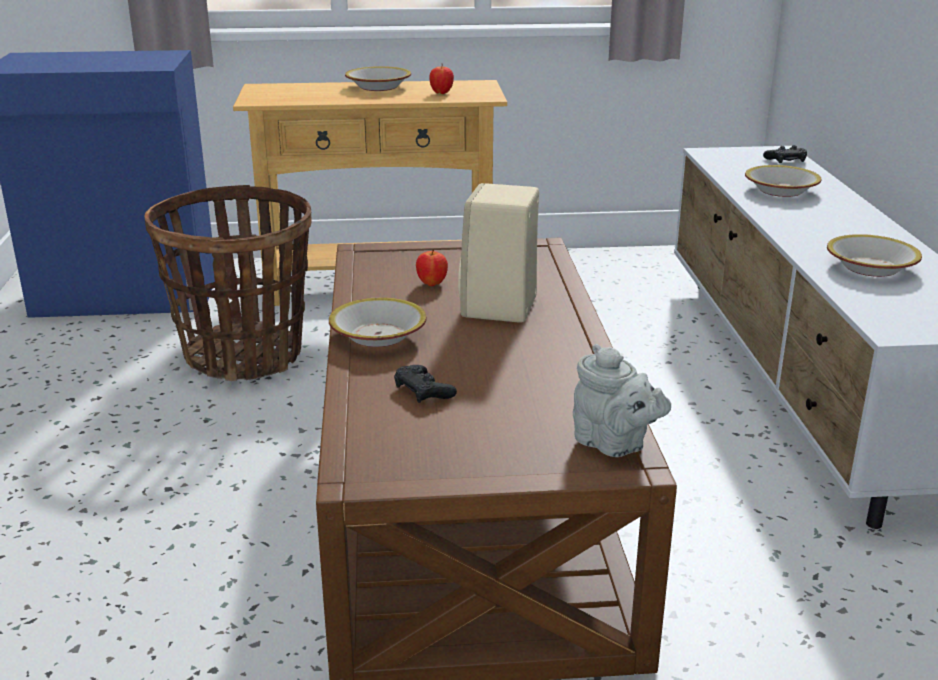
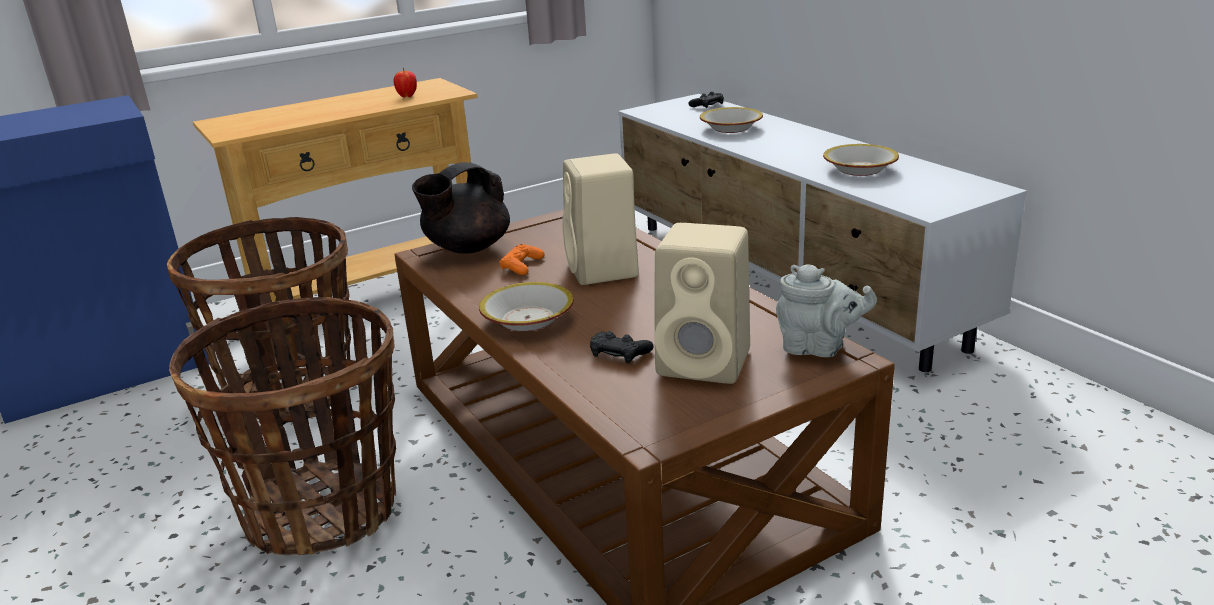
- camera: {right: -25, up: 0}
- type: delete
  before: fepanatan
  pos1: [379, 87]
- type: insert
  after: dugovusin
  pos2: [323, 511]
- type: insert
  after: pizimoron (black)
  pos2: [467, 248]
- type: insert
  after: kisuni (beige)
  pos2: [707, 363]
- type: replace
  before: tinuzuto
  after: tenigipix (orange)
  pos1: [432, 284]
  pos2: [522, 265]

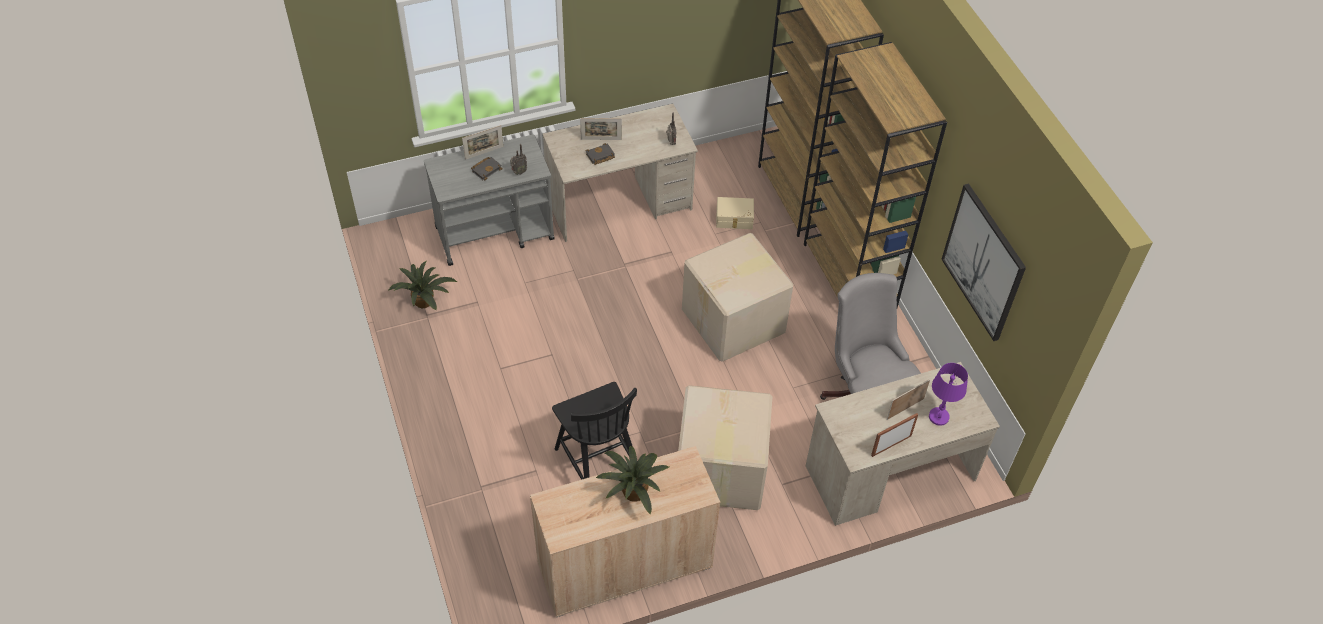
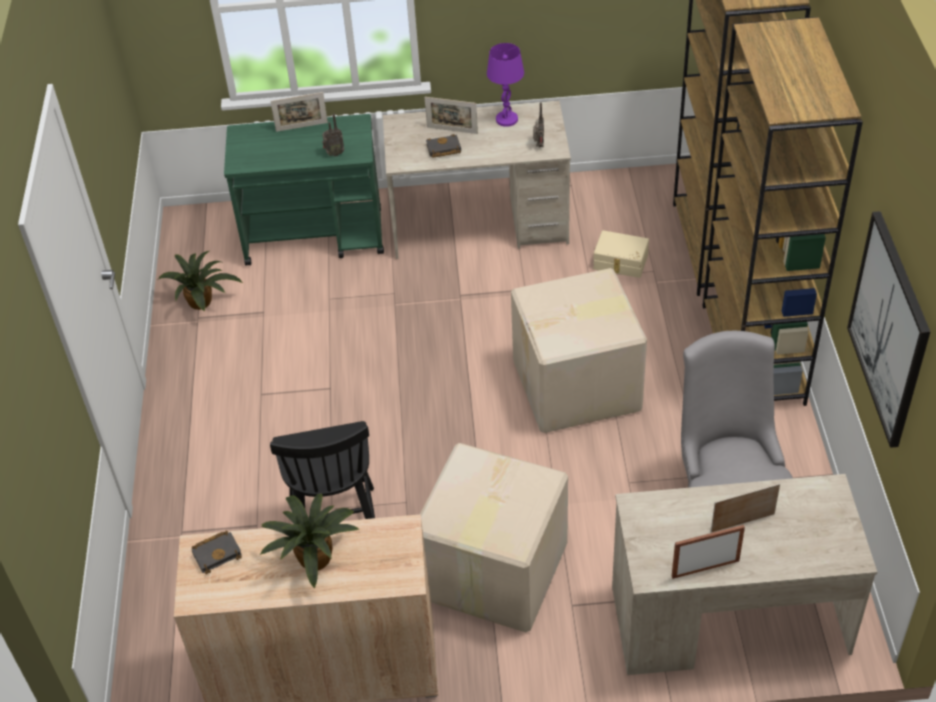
- camera: {right: 20, up: -5}
- type: move
  before: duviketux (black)
  pos1: [486, 169]
  pos2: [217, 553]
- type: move
  before: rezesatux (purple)
  pos1: [938, 416]
  pos2: [506, 119]
- type: recolor
  before: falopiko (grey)
  after: falopiko (green)
  pos1: [495, 233]
  pos2: [315, 237]

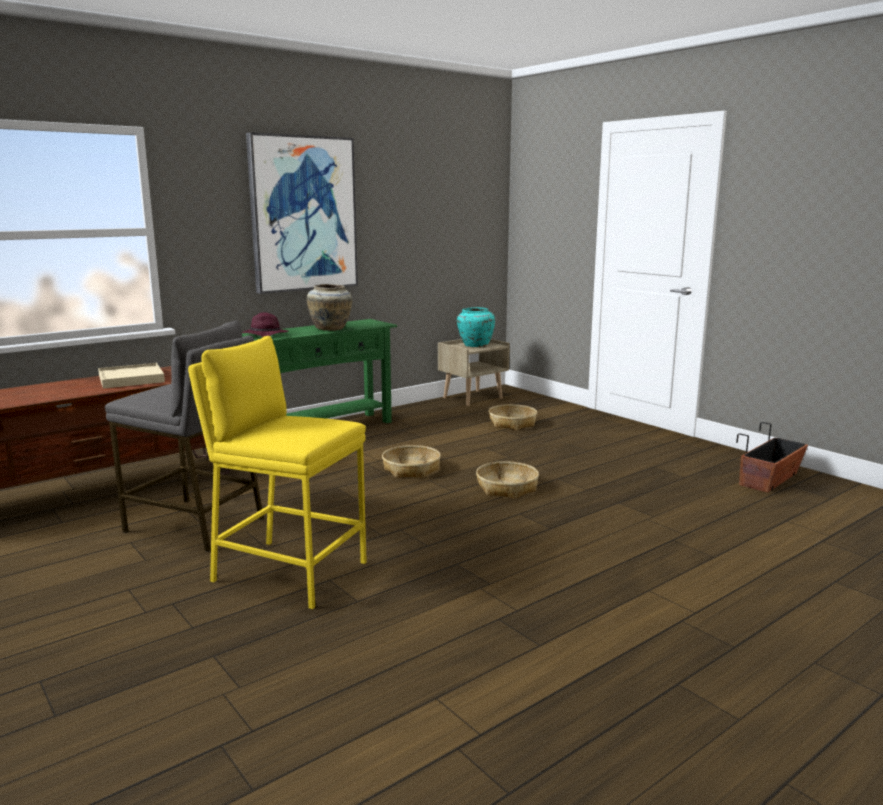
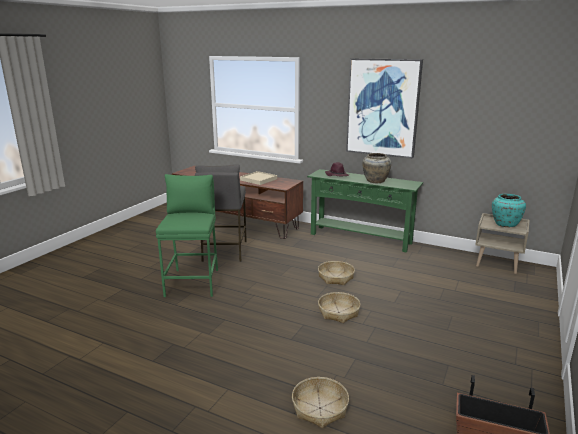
- camera: {right: 65, up: 5}
- type: move
  before: dugovusin
  pos1: [512, 423]
  pos2: [320, 408]
- type: recolor
  before: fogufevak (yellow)
  after: fogufevak (green)
  pos1: [289, 571]
  pos2: [193, 282]

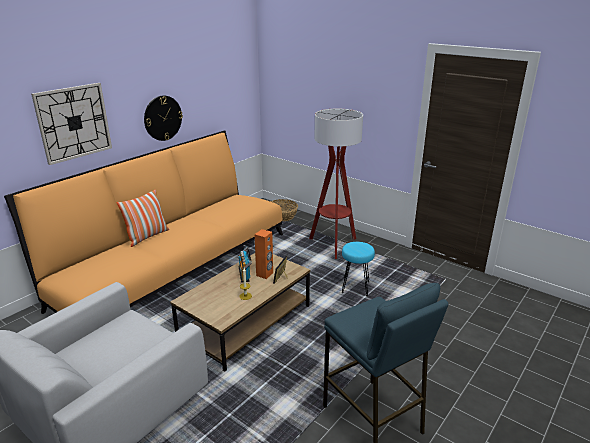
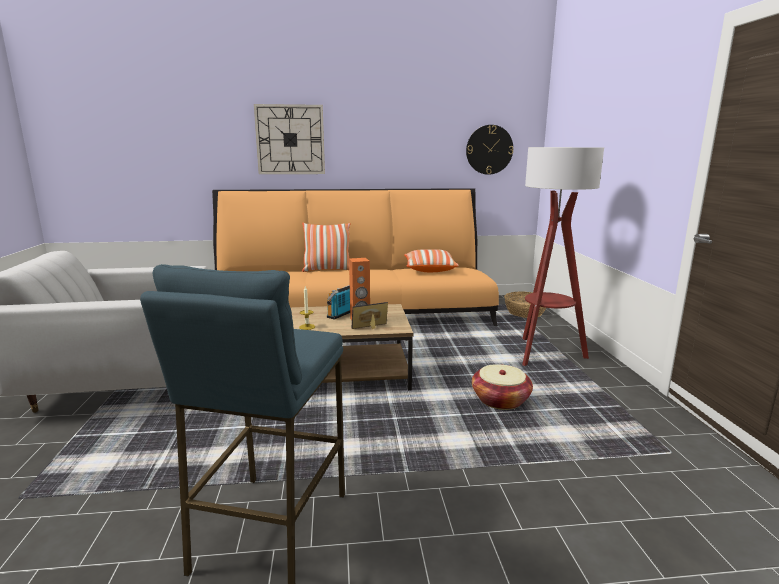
- camera: {right: 45, up: -10}
- type: insert
  after: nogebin
  pos2: [429, 269]
- type: move
  before: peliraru
  pos1: [163, 118]
  pos2: [489, 149]
- type: replace
  before: fogufevak (turquoise)
  after: dugovusin
  pos1: [356, 287]
  pos2: [500, 400]

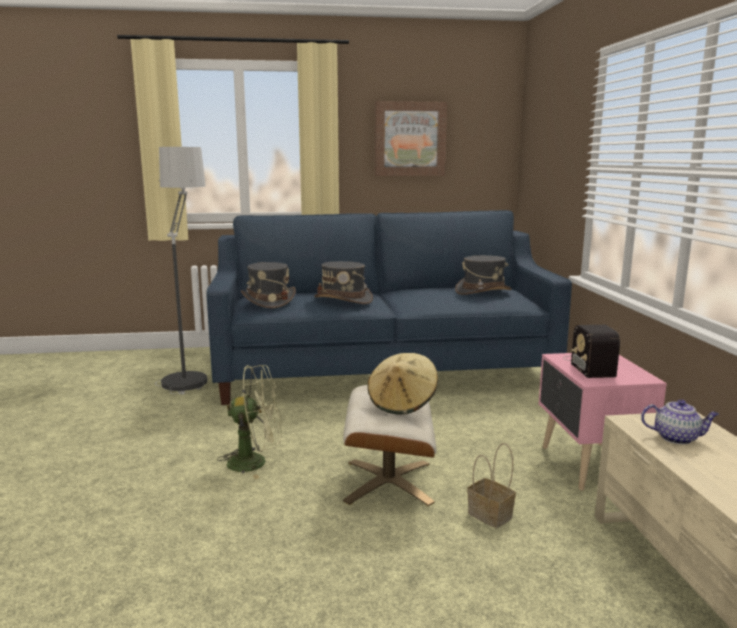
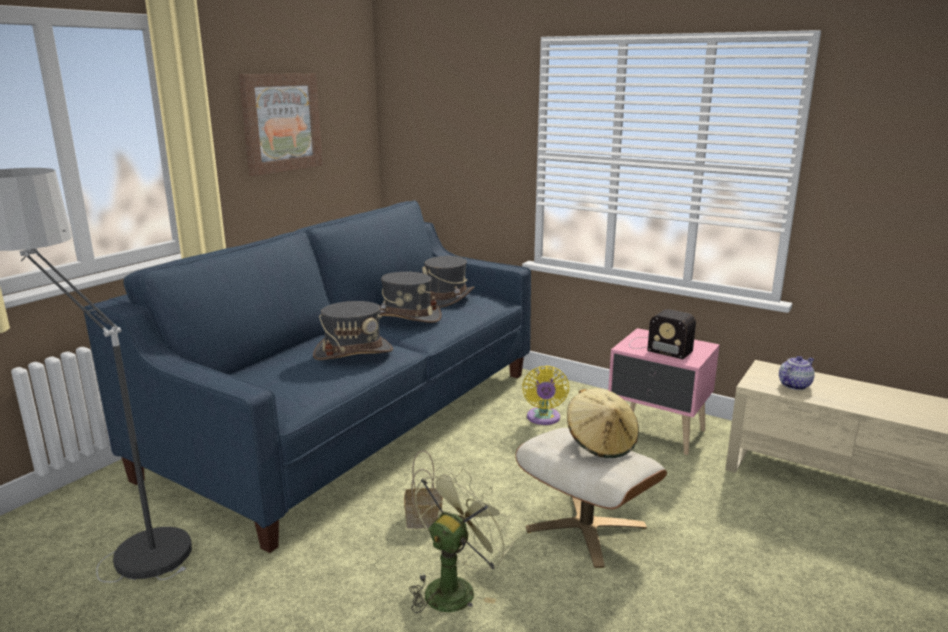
- camera: {right: -50, up: 5}
- type: insert
  after: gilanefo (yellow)
  pos2: [543, 419]
- type: move
  before: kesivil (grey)
  pos1: [268, 301]
  pos2: [407, 317]
- type: move
  before: dugovusin
  pos1: [491, 515]
  pos2: [425, 519]

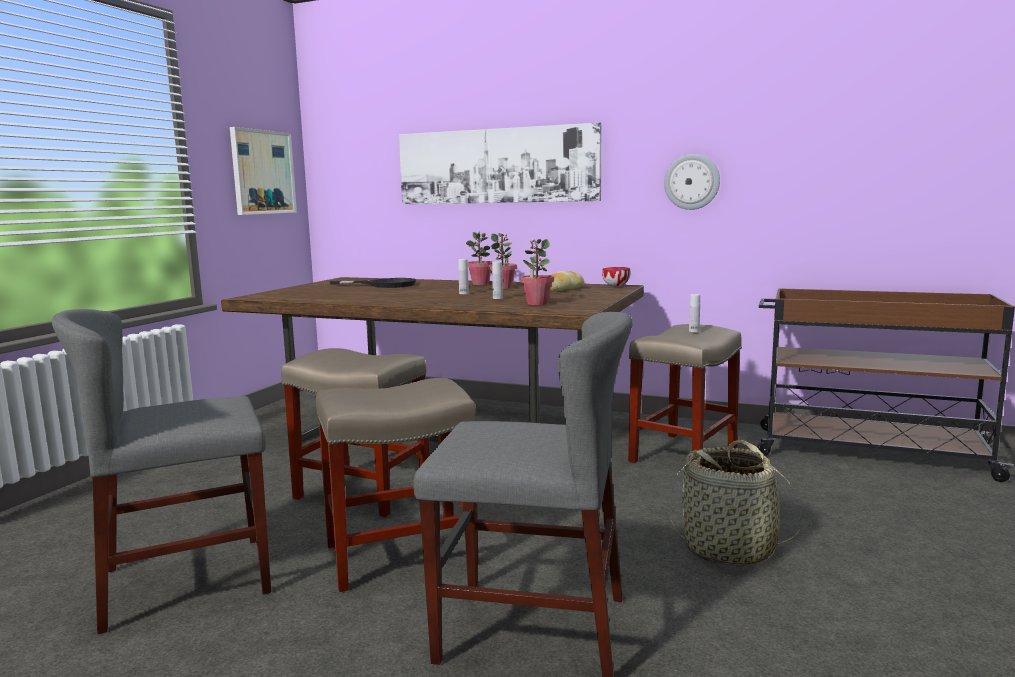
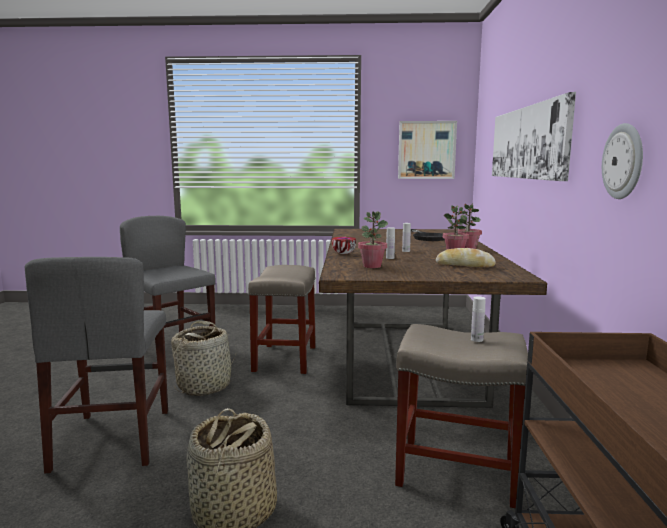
- camera: {right: 70, up: 0}
- type: move
  before: fepanatan
  pos1: [615, 286]
  pos2: [343, 253]
- type: replace
  before: fogufevak (beige)
  after: dugovusin
  pos1: [402, 553]
  pos2: [205, 386]

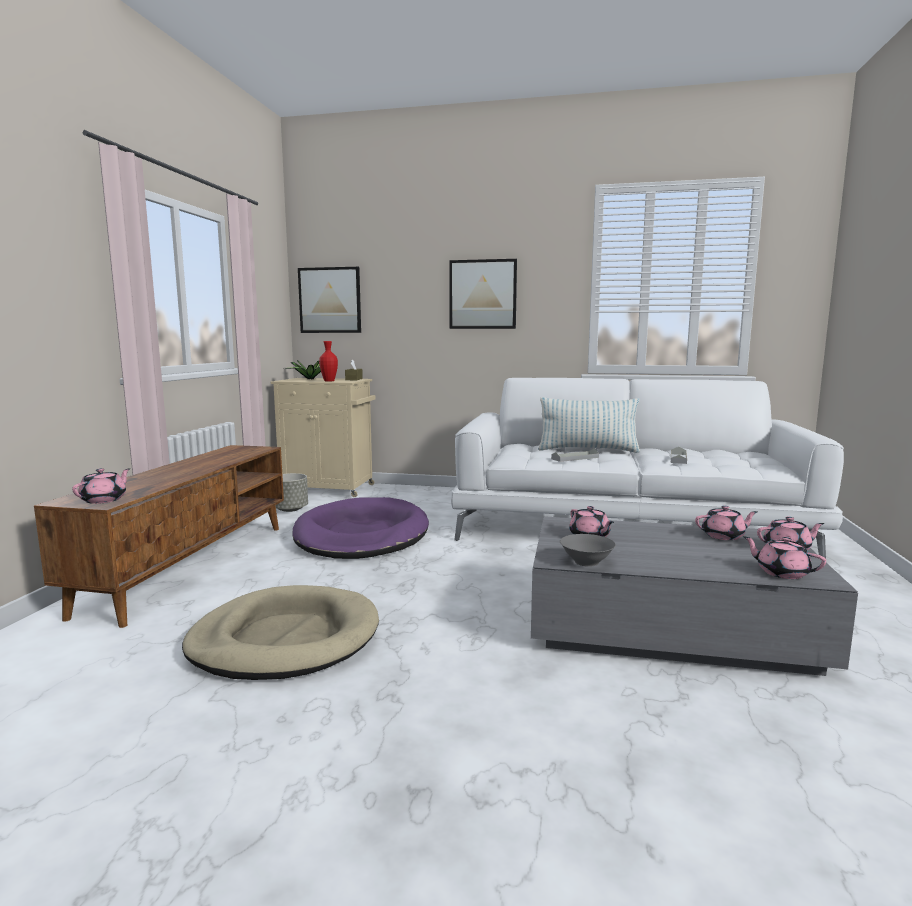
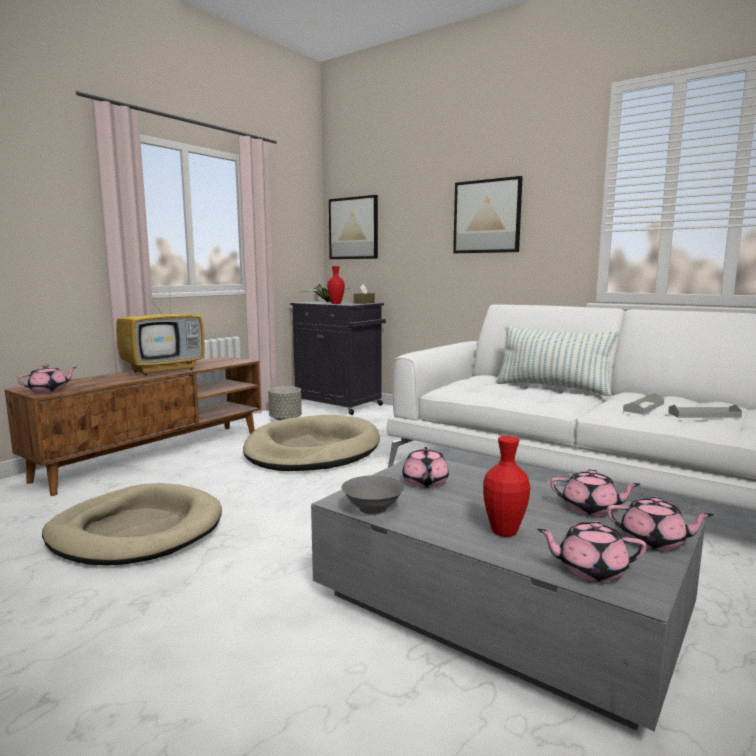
- camera: {right: 25, up: 0}
- type: insert
  after: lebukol
  pos2: [164, 370]
- type: insert
  after: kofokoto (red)
  pos2: [504, 532]
- type: move
  before: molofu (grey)
  pos1: [575, 458]
  pos2: [704, 415]
- type: recolor
  before: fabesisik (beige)
  after: fabesisik (black)
  pos1: [329, 489]
  pos2: [339, 405]
- type: recolor
  before: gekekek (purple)
  after: gekekek (beige)
  pos1: [362, 535]
  pos2: [312, 450]
- type: rotate
  before: pizimoron (pink)
  pos1: [781, 572]
  pos2: [590, 570]
  turn: -60

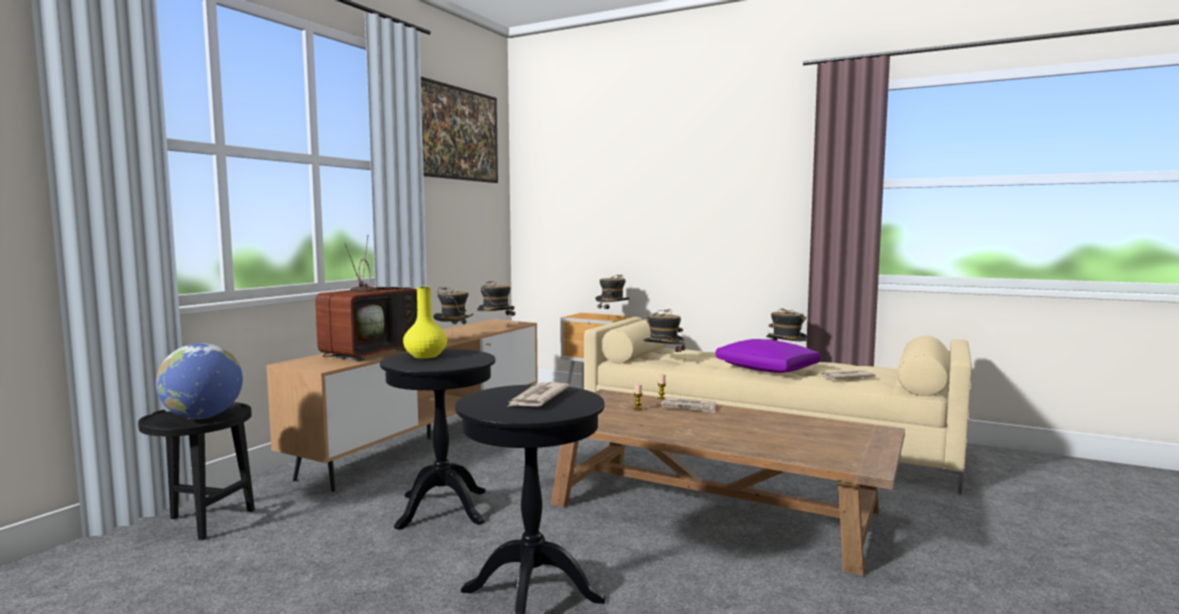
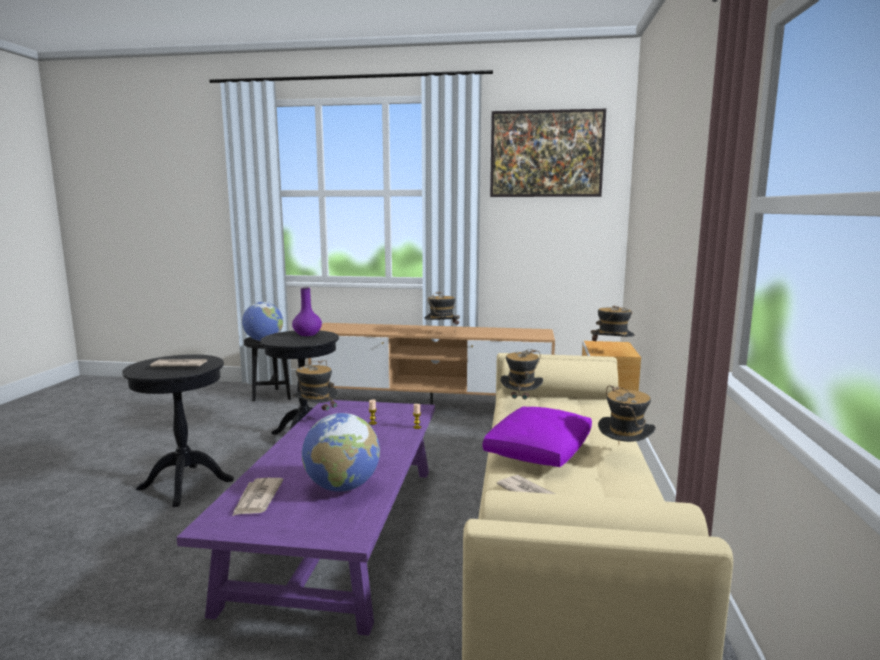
- camera: {right: 70, up: 5}
- type: delete
  before: lebukol
  pos1: [371, 352]
- type: insert
  after: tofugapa
  pos2: [342, 487]
- type: move
  before: kesivil
  pos1: [496, 328]
  pos2: [316, 418]
- type: move
  before: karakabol
  pos1: [689, 407]
  pos2: [257, 499]
- type: recolor
  before: kofokoto (yellow)
  after: kofokoto (purple)
  pos1: [425, 356]
  pos2: [307, 334]
- type: recolor
  before: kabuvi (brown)
  after: kabuvi (purple)
  pos1: [714, 507]
  pos2: [342, 530]

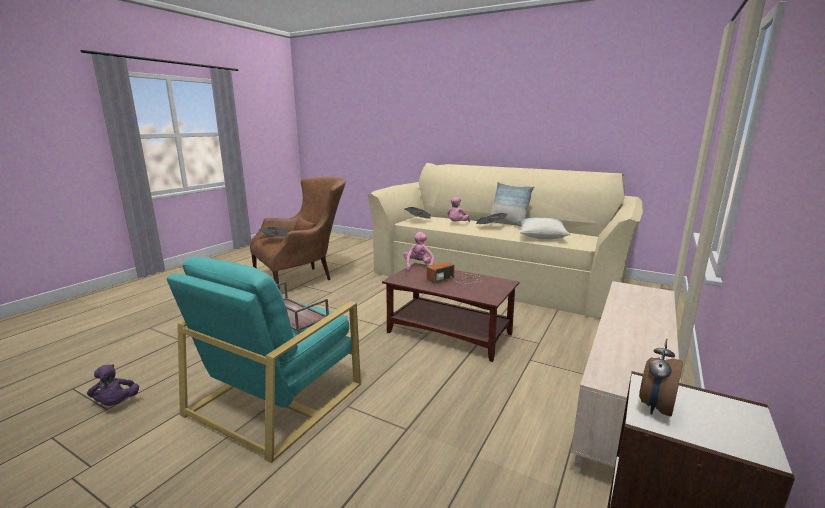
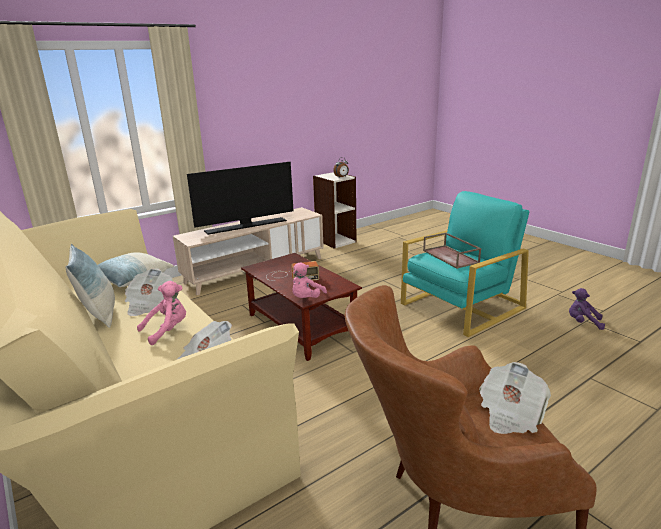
- camera: {right: -155, up: 5}
- type: insert
  after: lebukol
  pos2: [246, 226]
- type: rotate
  before: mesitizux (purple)
  pos1: [116, 404]
  pos2: [583, 323]
  turn: -60

